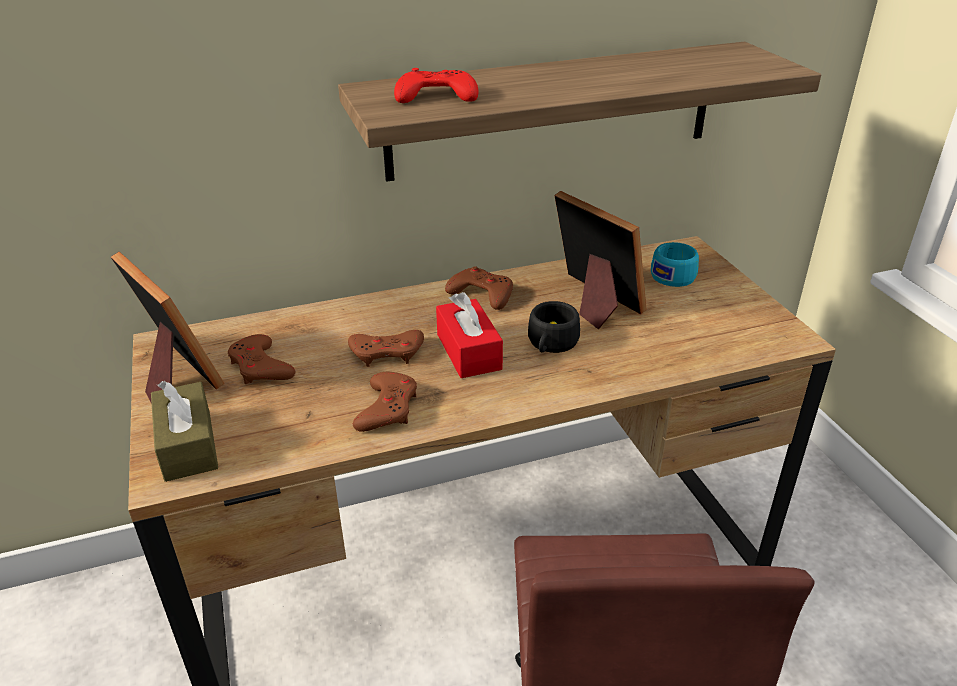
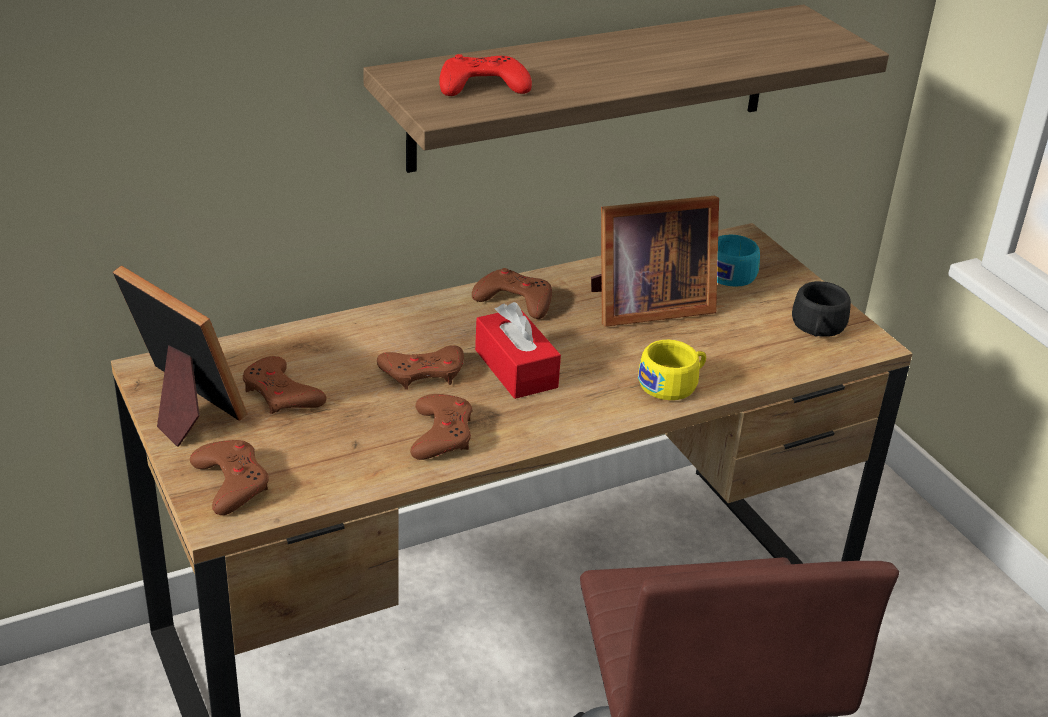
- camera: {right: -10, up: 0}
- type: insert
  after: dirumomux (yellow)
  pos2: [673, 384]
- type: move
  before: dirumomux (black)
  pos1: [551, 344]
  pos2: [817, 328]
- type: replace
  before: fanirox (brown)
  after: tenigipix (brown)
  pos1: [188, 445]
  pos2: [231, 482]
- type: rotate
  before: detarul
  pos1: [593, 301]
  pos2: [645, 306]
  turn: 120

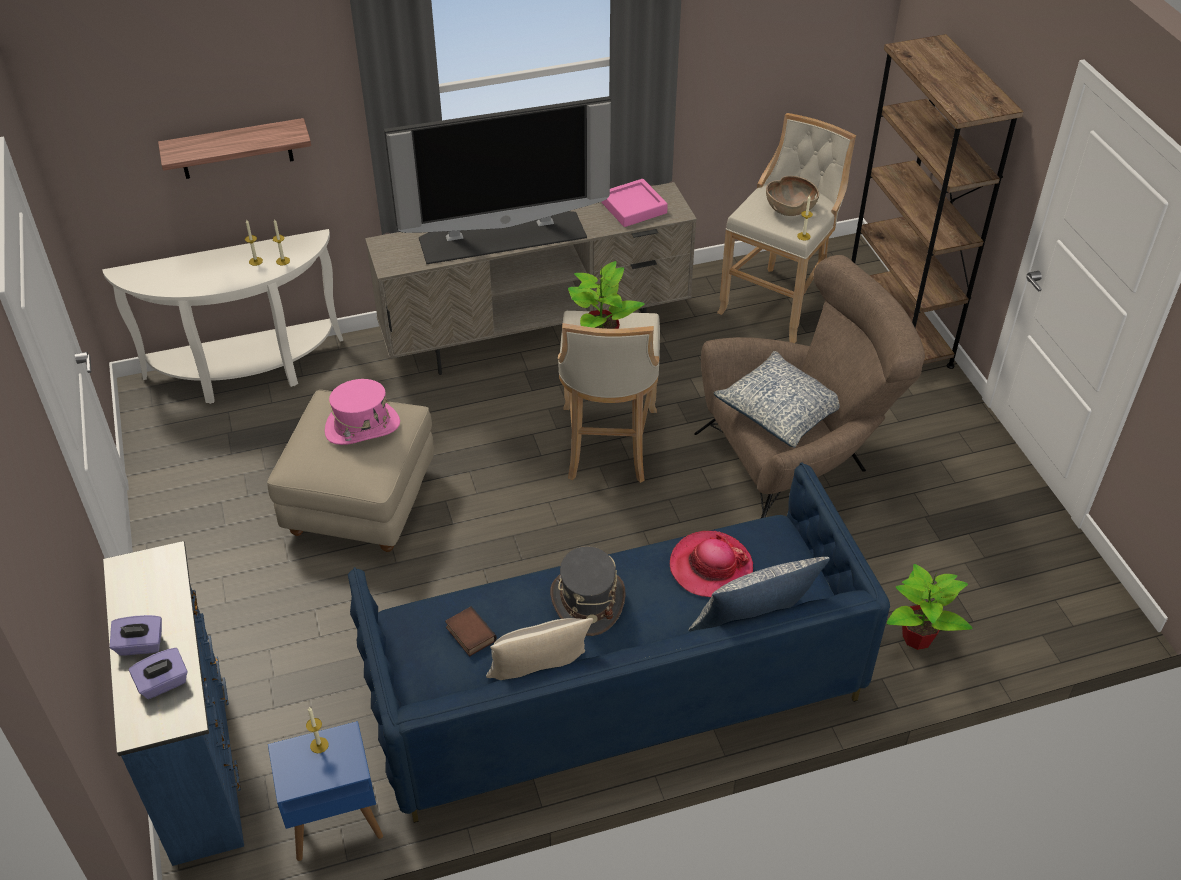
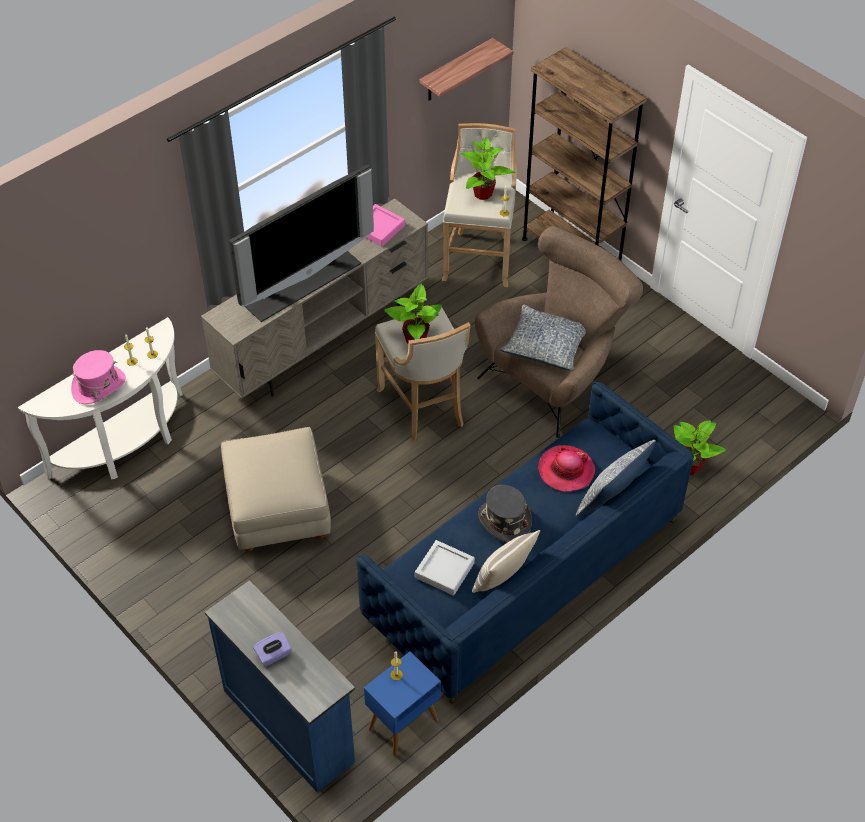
- camera: {right: -25, up: 5}
- type: delete
  before: fanirox (purple)
  pos1: [163, 683]
- type: move
  before: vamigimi
  pos1: [236, 149]
  pos2: [456, 71]
- type: move
  before: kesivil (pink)
  pos1: [362, 427]
  pos2: [99, 386]
- type: replace
  before: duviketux
  after: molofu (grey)
  pos1: [469, 634]
  pos2: [444, 570]
- type: replace
  before: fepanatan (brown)
  after: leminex
  pos1: [789, 209]
  pos2: [483, 194]

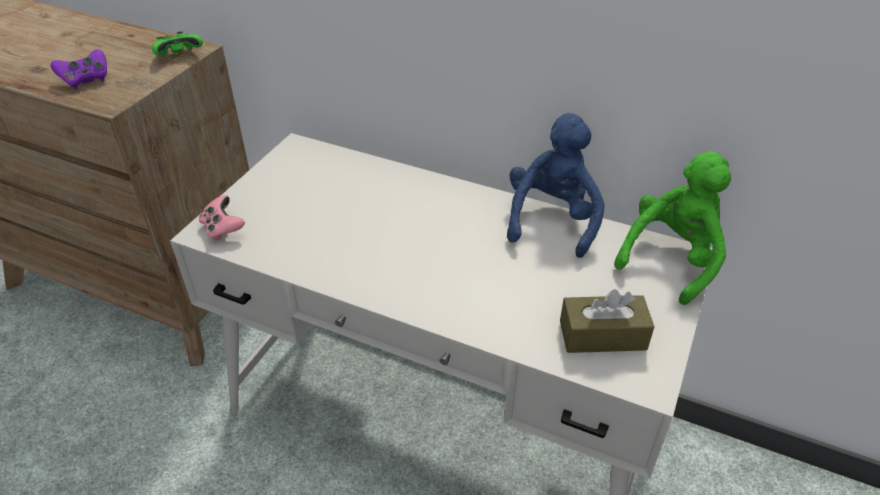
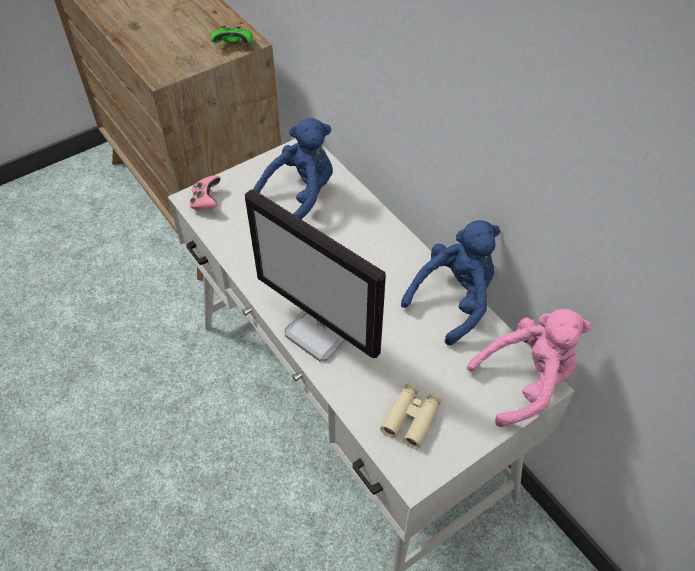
- camera: {right: 30, up: 10}
- type: delete
  before: tenigipix (purple)
  pos1: [86, 80]
- type: insert
  after: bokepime
  pos2: [322, 331]
- type: insert
  after: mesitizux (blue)
  pos2: [300, 197]
- type: replace
  before: fanirox (brown)
  after: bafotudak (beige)
  pos1: [602, 335]
  pos2: [411, 418]
- type: recolor
  before: mesitizux (green)
  after: mesitizux (pink)
  pos1: [672, 259]
  pos2: [525, 382]

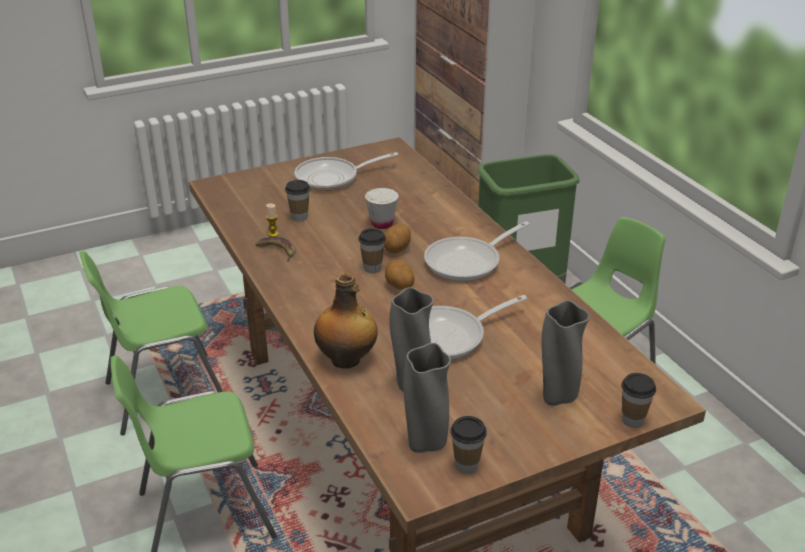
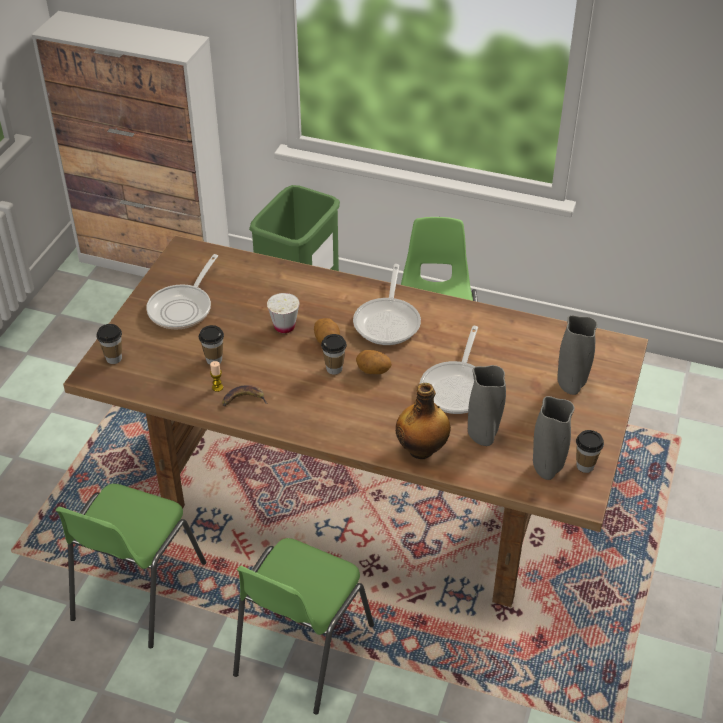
- camera: {right: -45, up: 10}
- type: move
  before: dirumomux
  pos1: [632, 420]
  pos2: [114, 358]

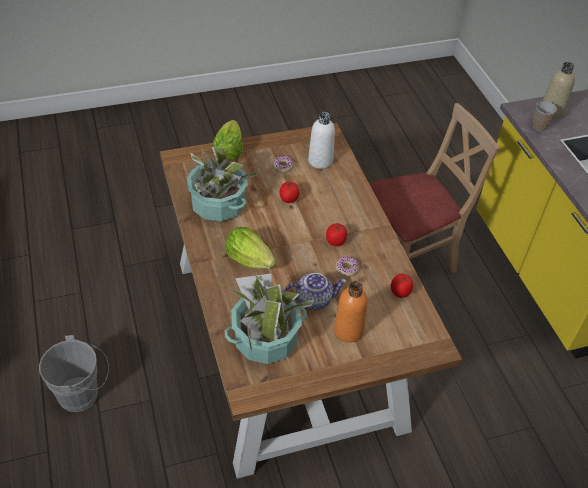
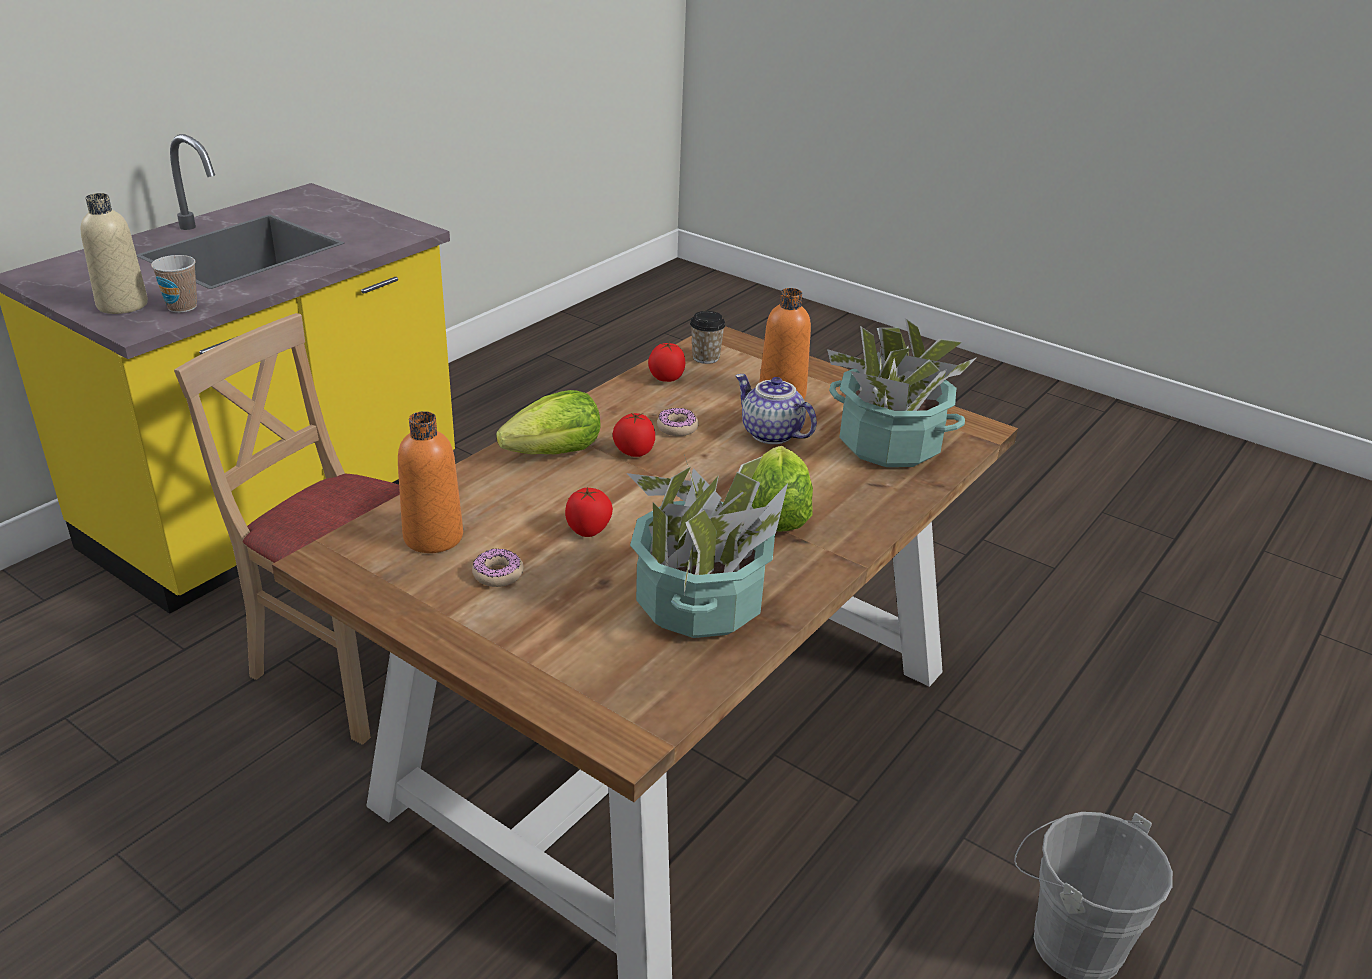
- camera: {right: -125, up: -15}
- type: insert
  after: dirumomux
  pos2: [705, 357]
- type: move
  before: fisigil
  pos1: [228, 151]
  pos2: [555, 453]
- type: recolor
  before: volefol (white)
  after: volefol (orange)
  pos1: [320, 161]
  pos2: [433, 537]

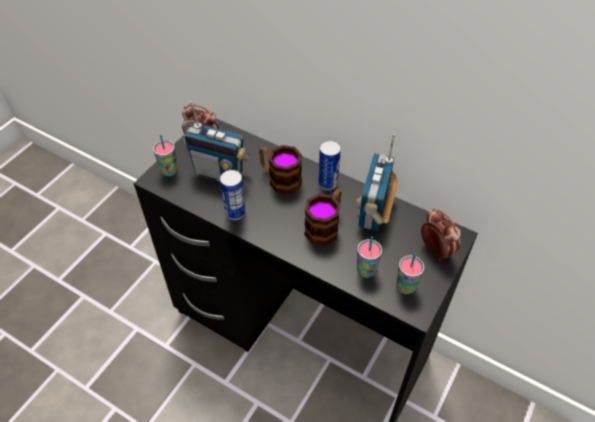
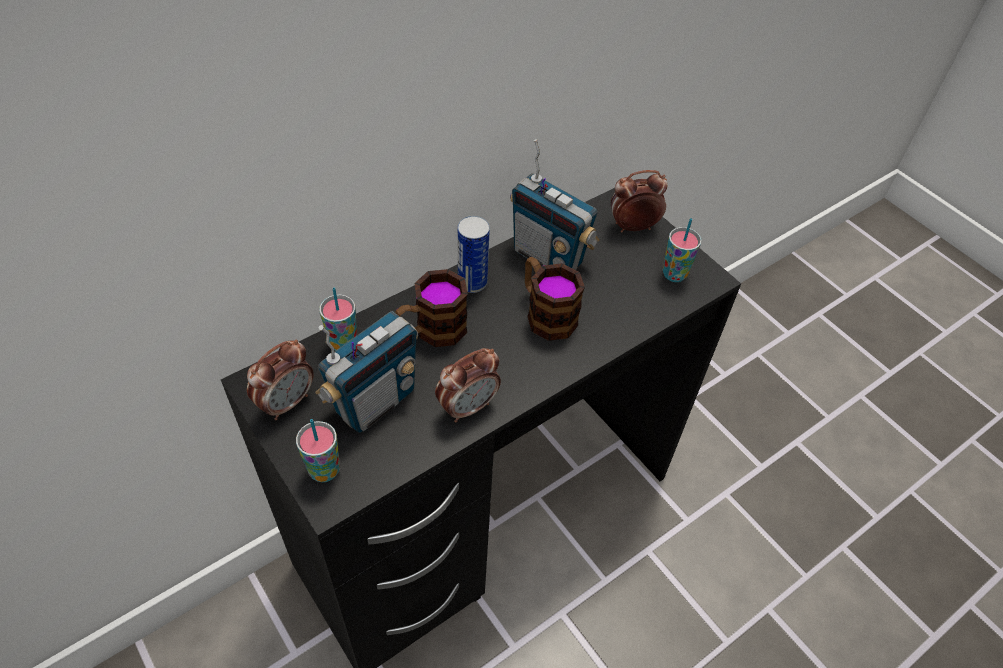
- camera: {right: -70, up: 0}
- type: move
  before: dirumomux
  pos1: [366, 271]
  pos2: [343, 343]
- type: replace
  before: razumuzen
  after: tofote
  pos1: [235, 213]
  pos2: [468, 407]

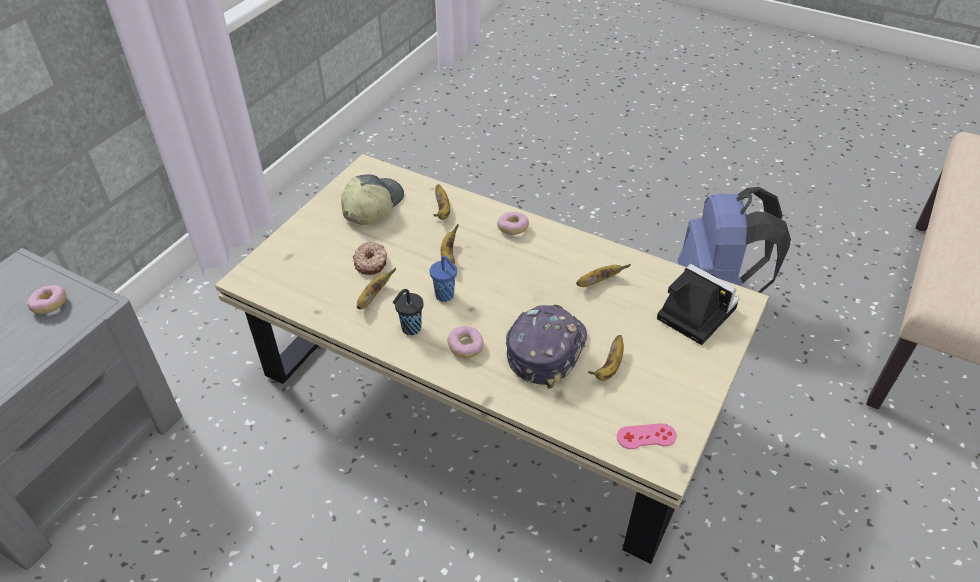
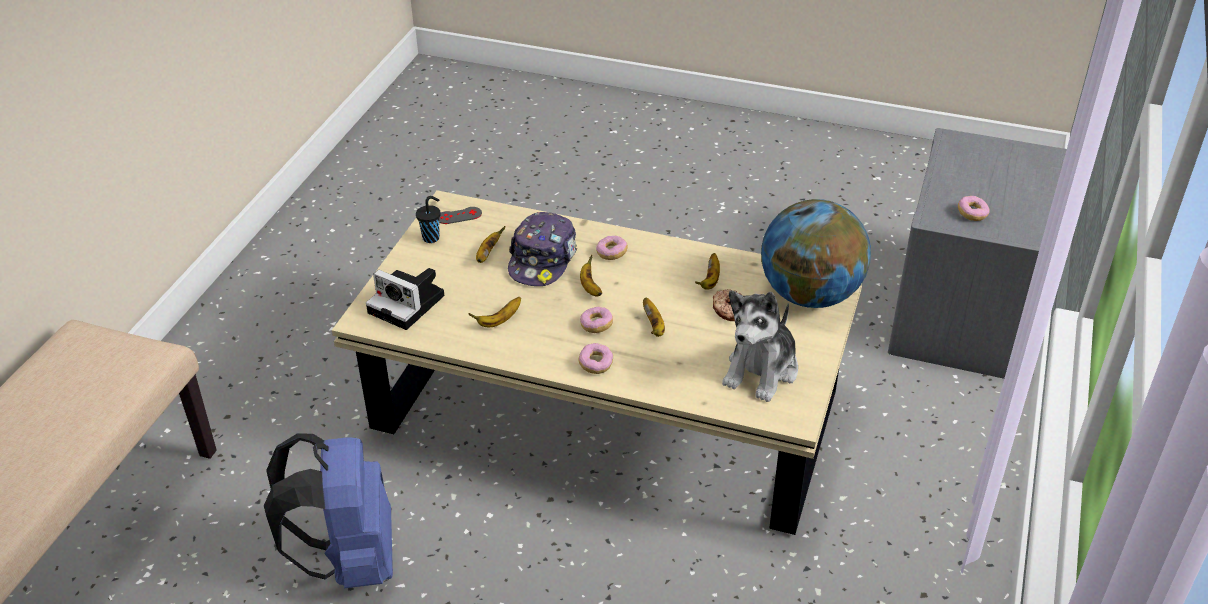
- camera: {right: 170, up: -5}
- type: delete
  before: dirumomux (blue)
  pos1: [445, 296]
- type: insert
  after: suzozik
  pos2: [596, 325]
- type: insert
  after: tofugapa
  pos2: [810, 295]
- type: move
  before: dirumomux (black)
  pos1: [410, 329]
  pos2: [432, 238]
- type: move
  before: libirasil
  pos1: [442, 211]
  pos2: [590, 287]
- type: replace
  before: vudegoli
  after: mesitizux
  pos1: [372, 206]
  pos2: [761, 370]
- type: recolor
  before: tenigipix (pink)
  after: tenigipix (grey)
  pos1: [646, 436]
  pos2: [459, 216]

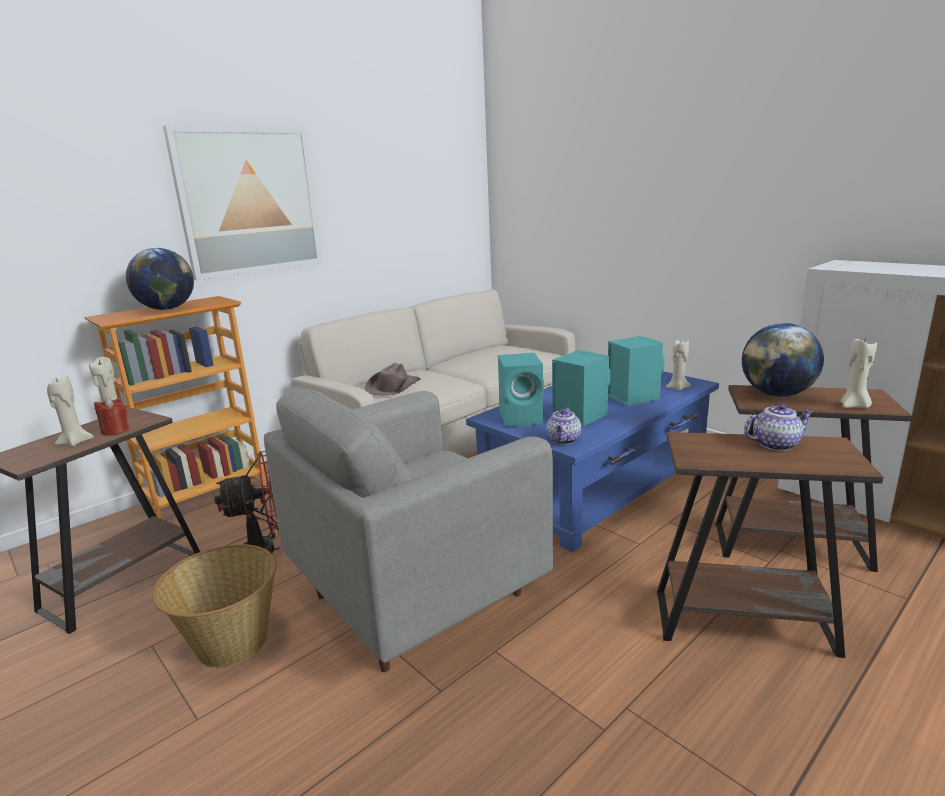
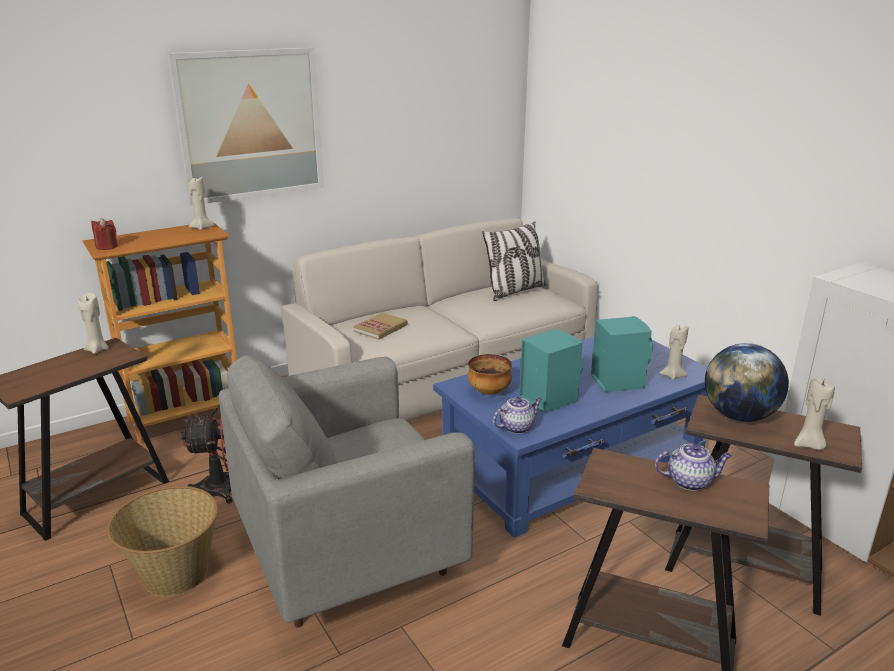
- camera: {right: 10, up: 5}
- type: delete
  before: tofugapa
  pos1: [166, 309]
- type: insert
  after: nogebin
  pos2: [515, 291]
- type: move
  before: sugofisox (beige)
  pos1: [75, 442]
  pos2: [202, 228]
- type: move
  before: sugofisox (red)
  pos1: [115, 431]
  pos2: [107, 247]
- type: replace
  before: kesivil (brown)
  after: duviketux
  pos1: [393, 387]
  pos2: [381, 328]
- type: replace
  before: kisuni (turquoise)
  after: fepanatan
  pos1: [522, 418]
  pos2: [489, 392]
- type: rotate
  before: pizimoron
  pos1: [564, 440]
  pos2: [517, 427]
  turn: -150

